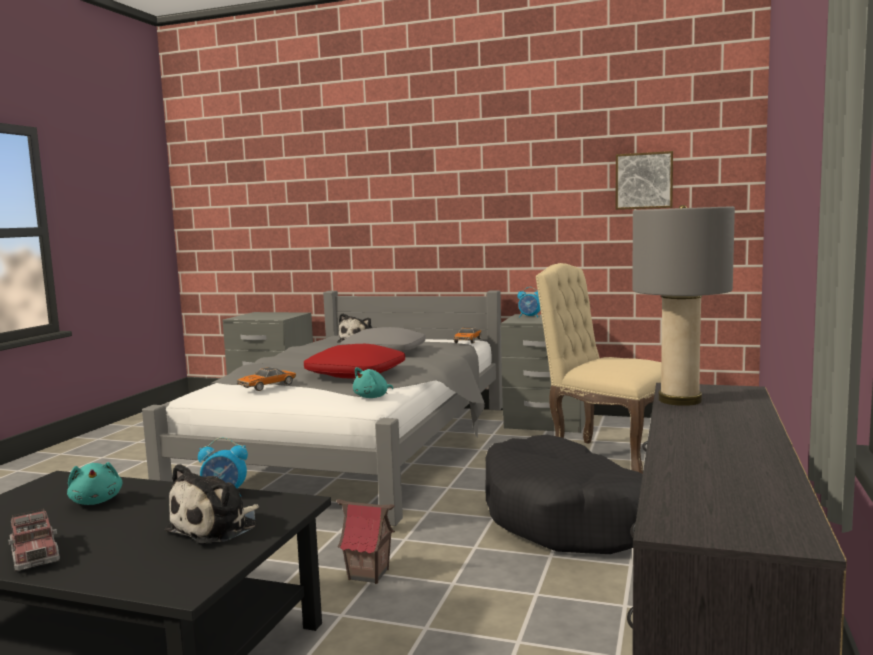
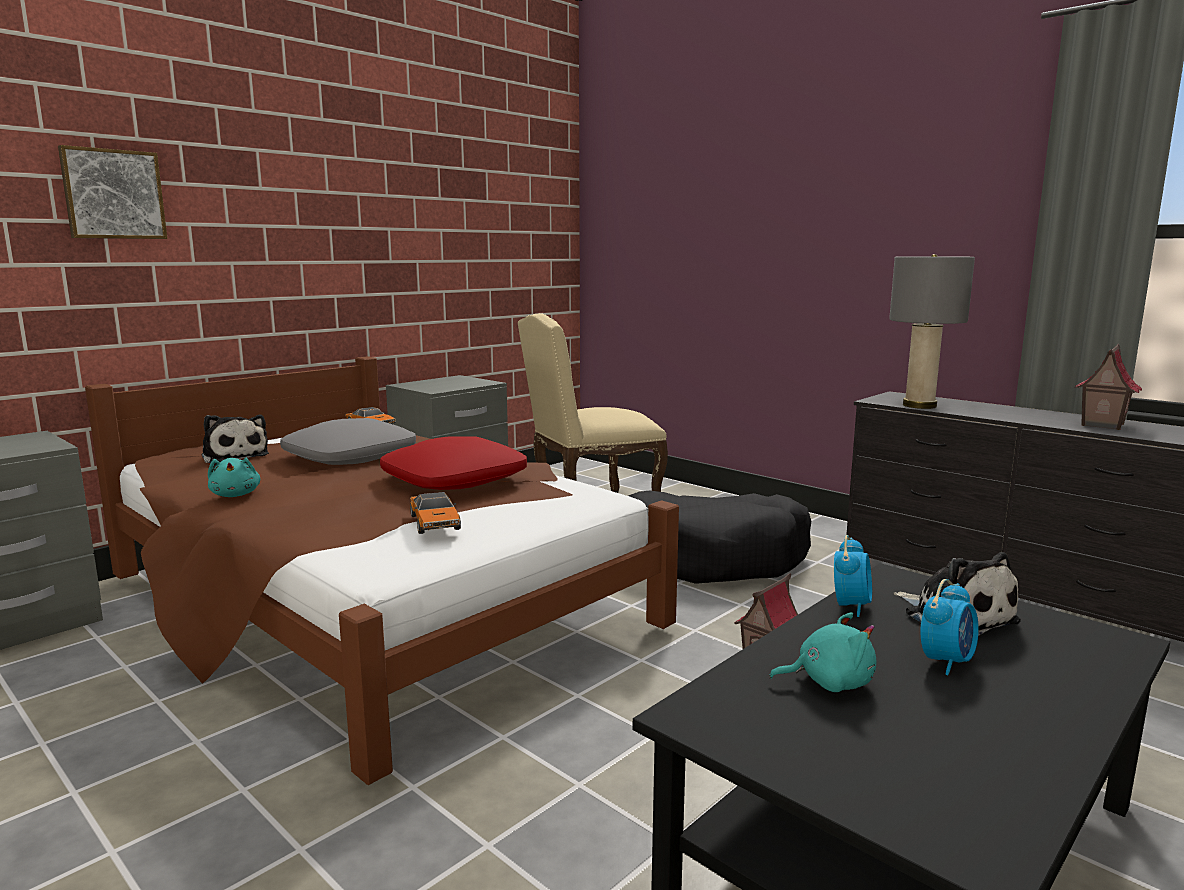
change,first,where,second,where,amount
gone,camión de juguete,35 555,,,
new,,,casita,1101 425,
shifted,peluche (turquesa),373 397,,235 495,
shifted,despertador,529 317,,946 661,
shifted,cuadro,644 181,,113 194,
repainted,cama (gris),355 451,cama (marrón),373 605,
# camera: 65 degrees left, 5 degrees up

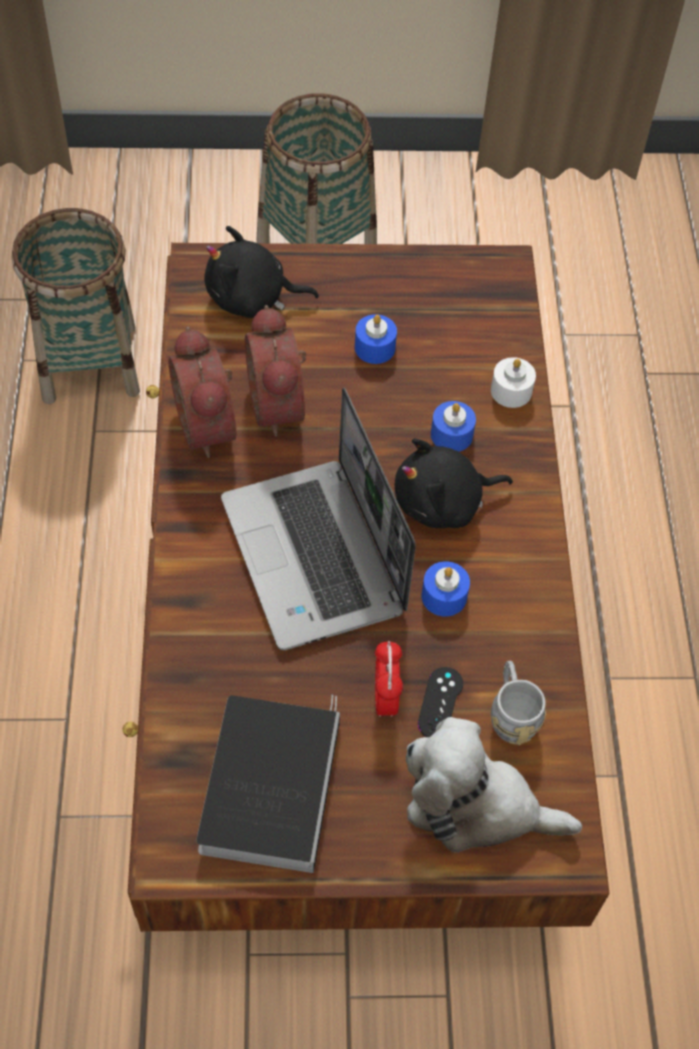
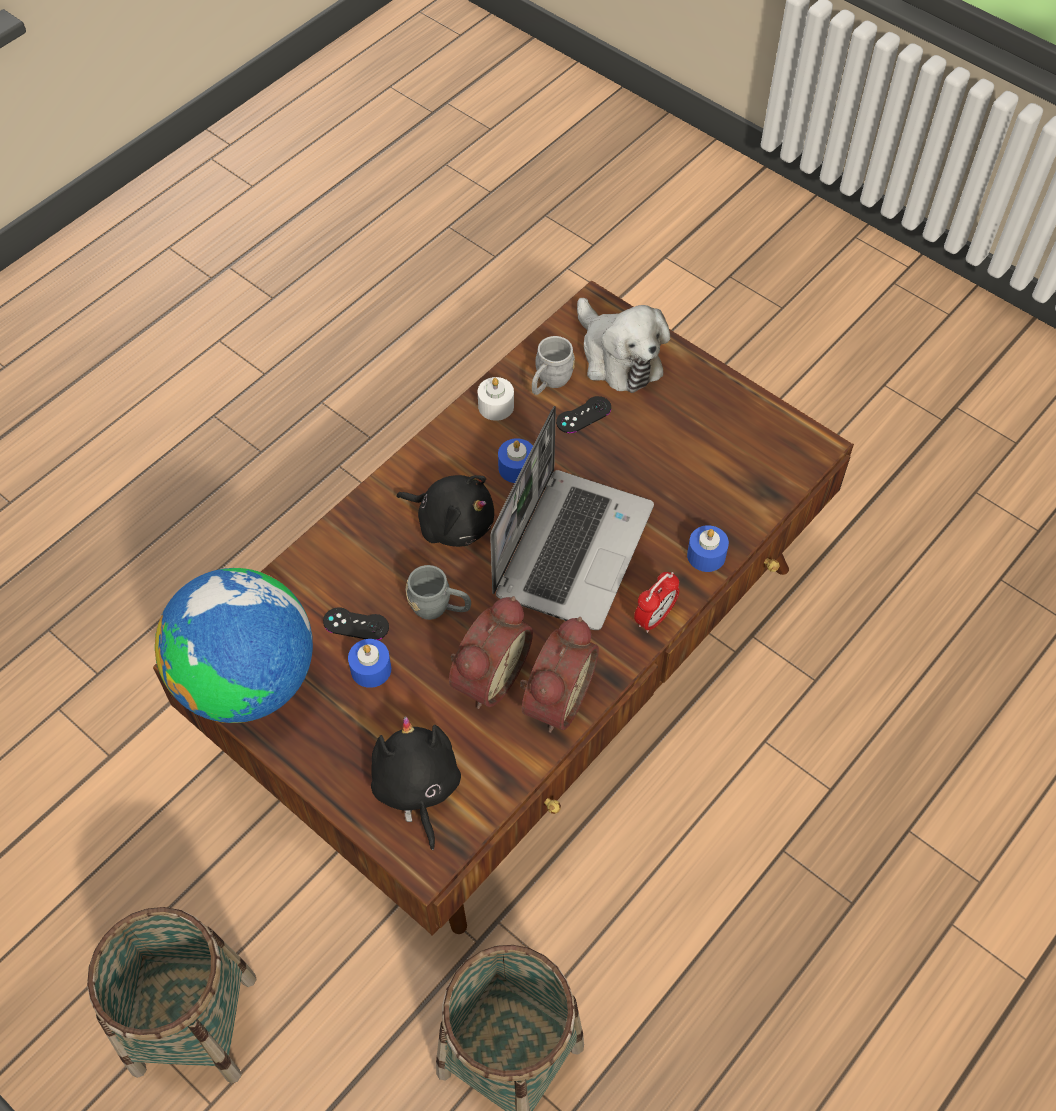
change,first,where,second,where,amount
gone,libro,270 781,,,
new,,,globo terráqueo,248 680,
new,,,mando de consola (negro),356 624,
new,,,taza grande (gris),439 608,
shifted,despertador,385 697,,654 618,
shifted,vela (azul),451 435,,706 555,
shifted,vela (blanco),511 391,,496 406,
rotated,peluche (negro),252 298,,417 788,150 degrees counterclockwise
# camera: 135 degrees left, 0 degrees up

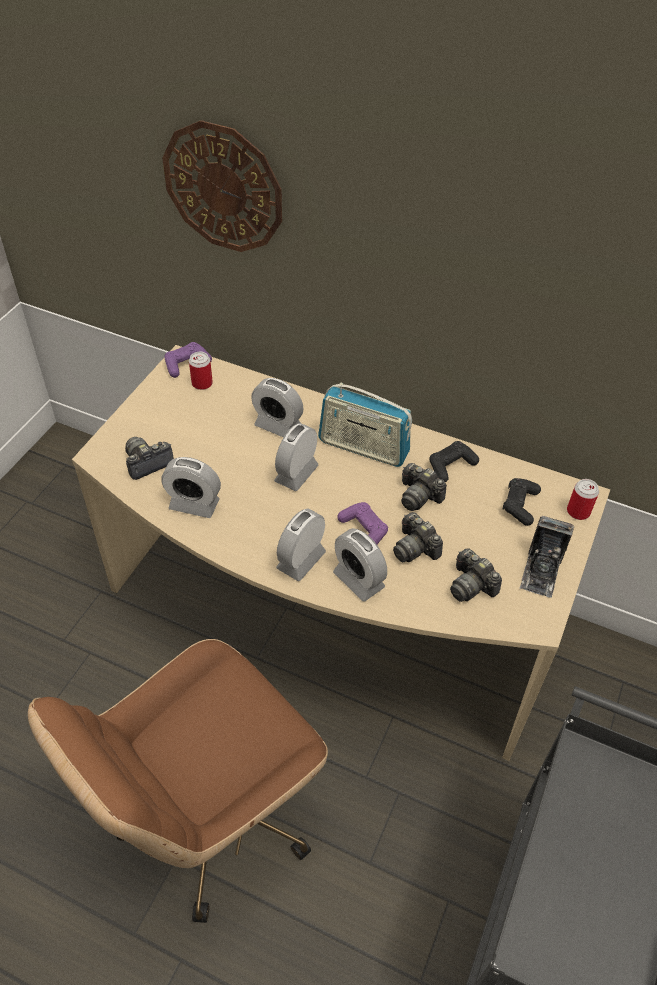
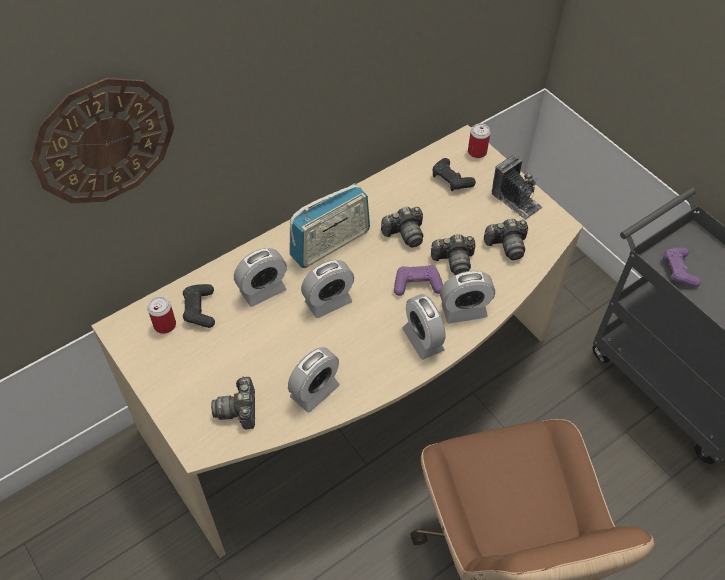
change,first,where,second,where,amount
shifted,mando de consola (morado),186 364,,678 271,
shifted,mando de consola (negro),451 466,,199 309,
rotated,despertador,296 474,,328 302,90 degrees counterclockwise
# camera: 60 degrees left, 5 degrees up

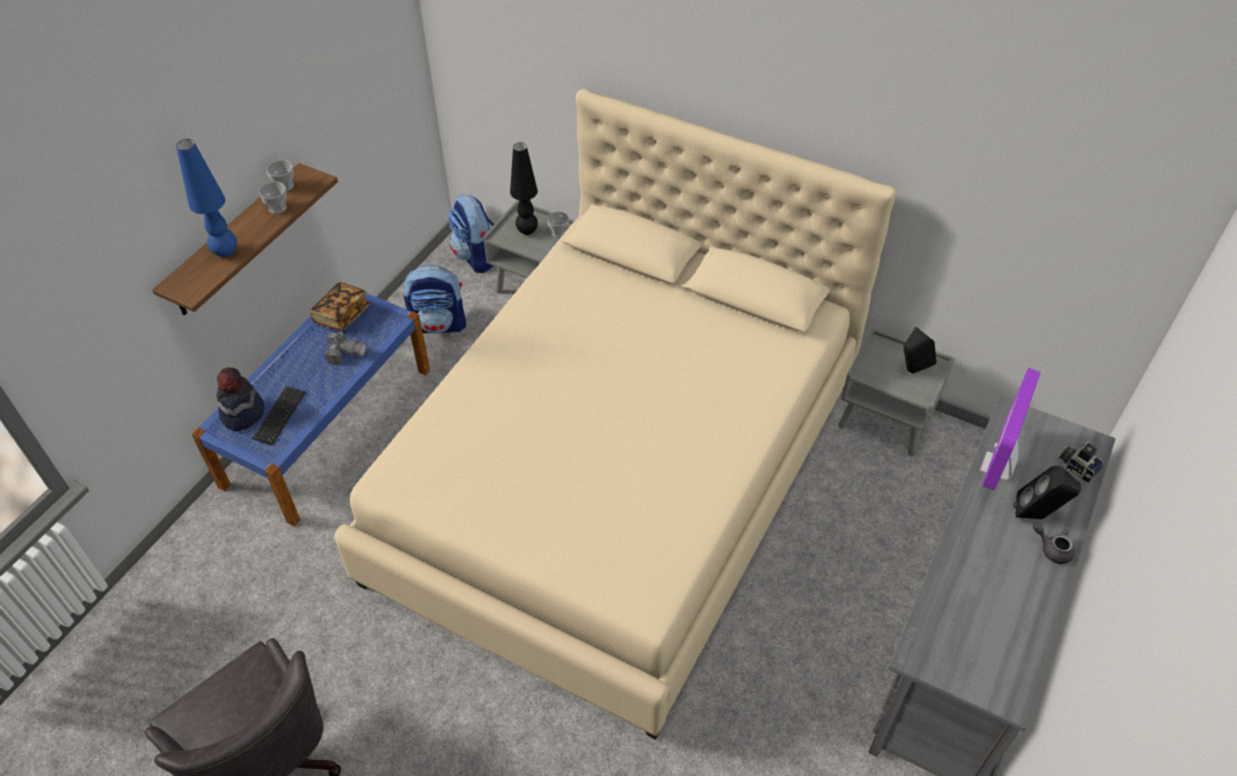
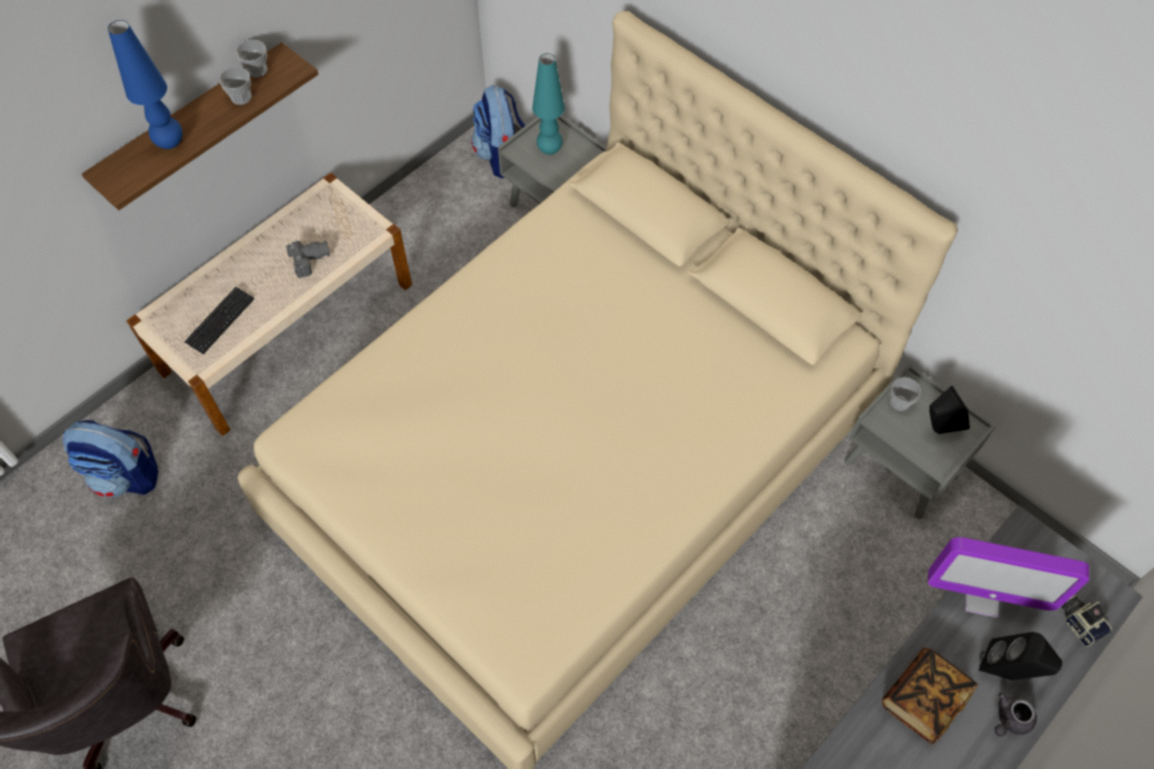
change,first,where,second,where,amount
gone,sombrero,242 413,,,
shifted,libro,342 315,,923 700,
shifted,mochila,439 324,,126 476,
shifted,taza,558 233,,899 402,
repainted,banco (azul),327 425,banco (beis),287 327,
repainted,lámpara de mesa (negro),527 231,lámpara de mesa (turquesa),549 150,
rotated,cámara,345 353,,308 260,45 degrees counterclockwise
rotated,monitor,997 467,,982 597,120 degrees counterclockwise
rotated,tetera (gris),1052 548,,1010 720,90 degrees counterclockwise
# camera: 15 degrees right, 10 degrees up

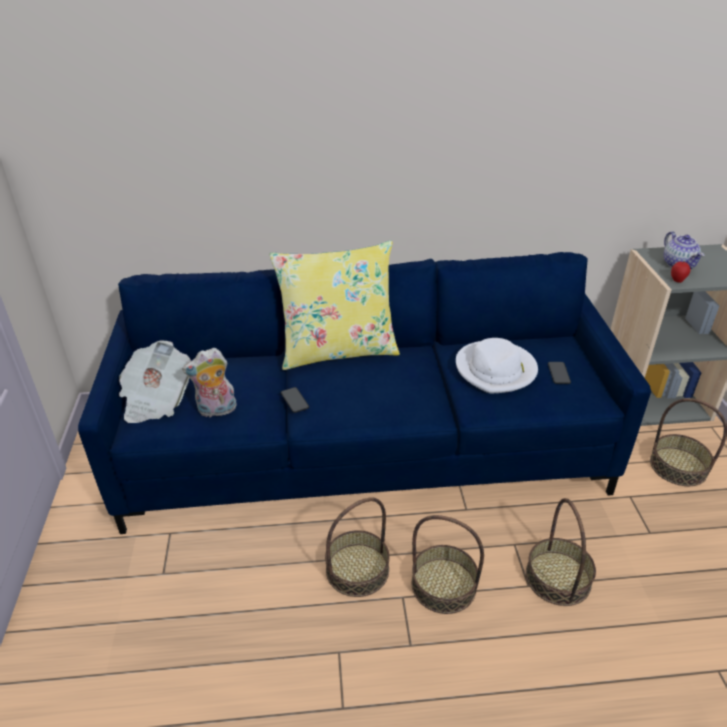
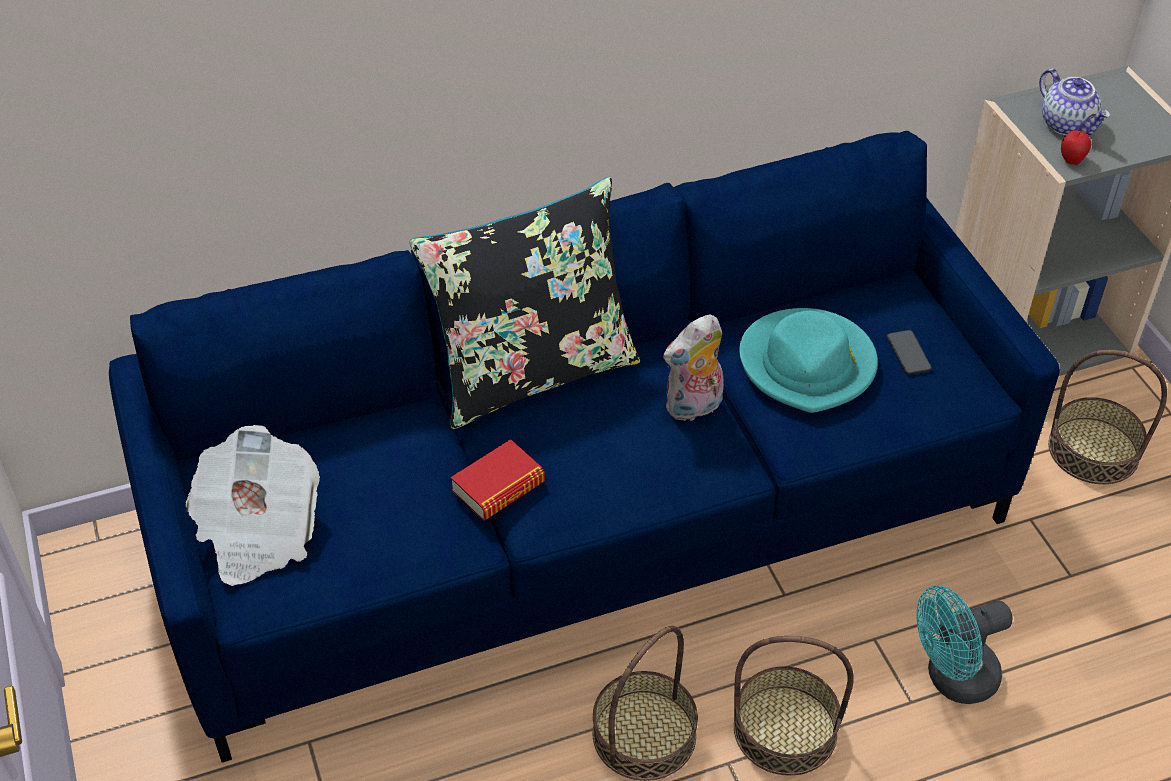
change,first,where,second,where,amount
shifted,peluche,216 411,,694 408,
swapped,móvil,294 400,libro,498 487,
swapped,cesta,558 578,ventilador (turquesa),952 679,
repainted,cojín (amarillo),338 350,cojín (negro),533 372,
repainted,sombrero (blanco),496 370,sombrero (turquesa),808 364,
# camera: 15 degrees left, 10 degrees up

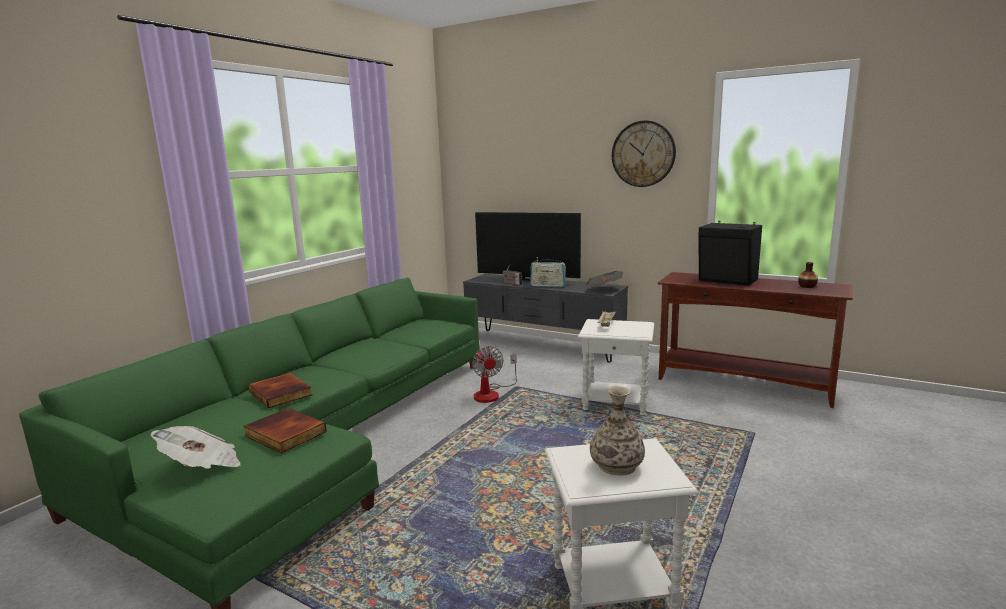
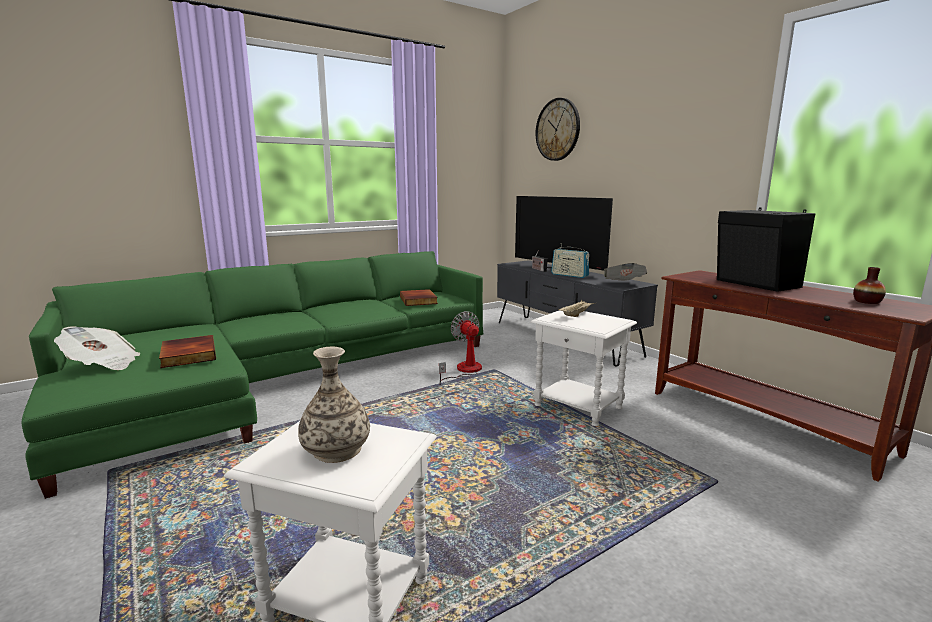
change,first,where,second,where,amount
shifted,libro,282 393,,419 300,
shifted,reloj de pared,643 154,,557 129,
rotated,ventilador,491 393,,464 371,150 degrees clockwise
# camera: 25 degrees right, 0 degrees up

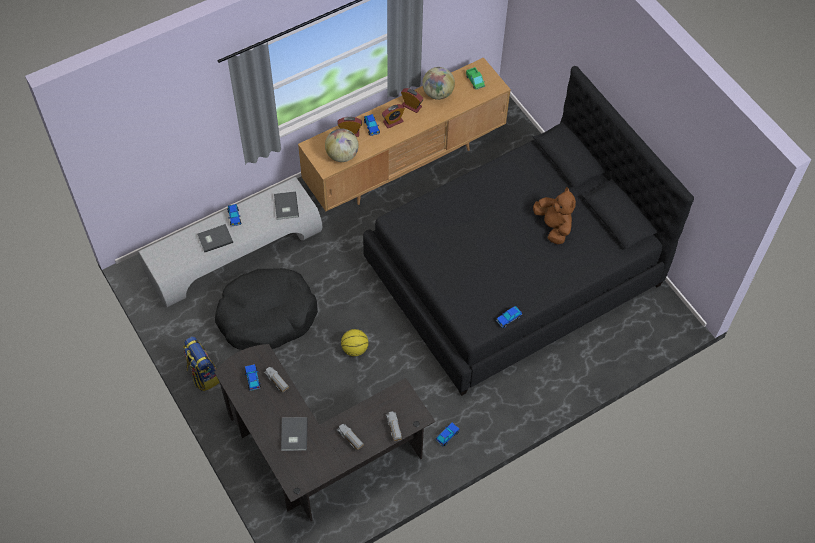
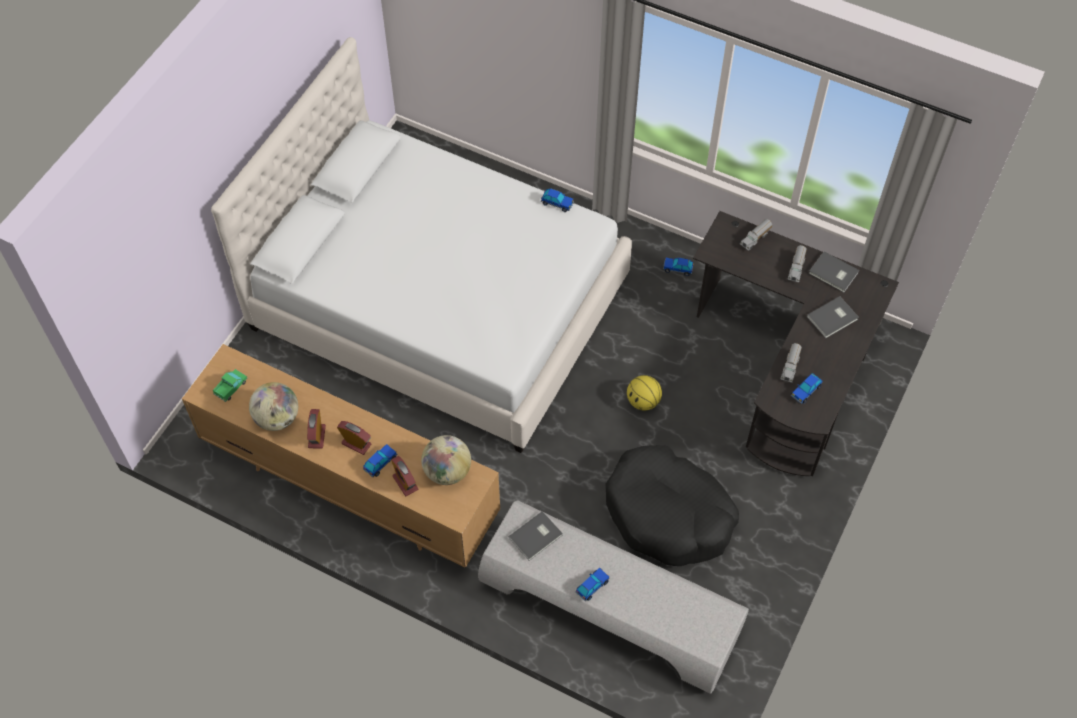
change,first,where,second,where,amount
gone,mochila,203 374,,,
gone,peluche (marrón),553 226,,,
shifted,libro (gris),214 238,,833 274,
repainted,cama (negro),513 272,cama (blanco),439 303,
# camera: 120 degrees left, 0 degrees up

